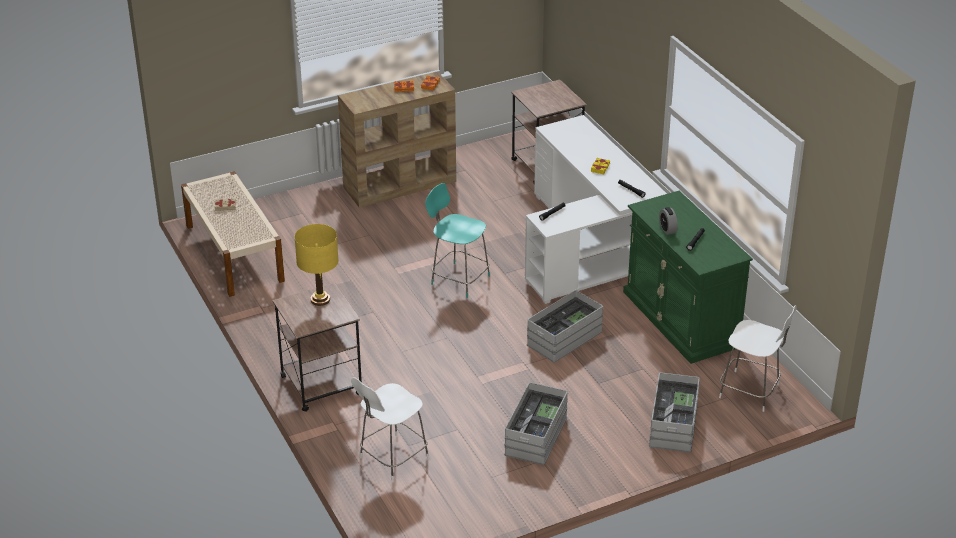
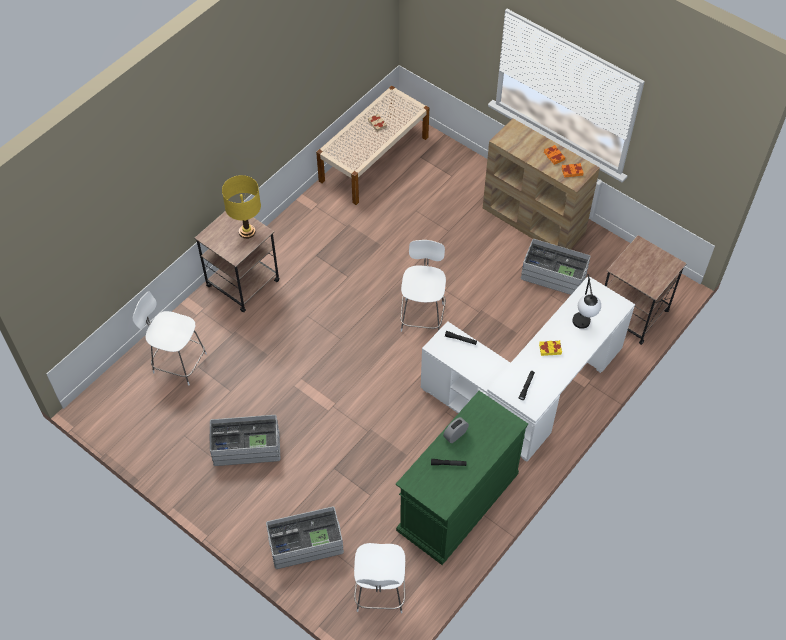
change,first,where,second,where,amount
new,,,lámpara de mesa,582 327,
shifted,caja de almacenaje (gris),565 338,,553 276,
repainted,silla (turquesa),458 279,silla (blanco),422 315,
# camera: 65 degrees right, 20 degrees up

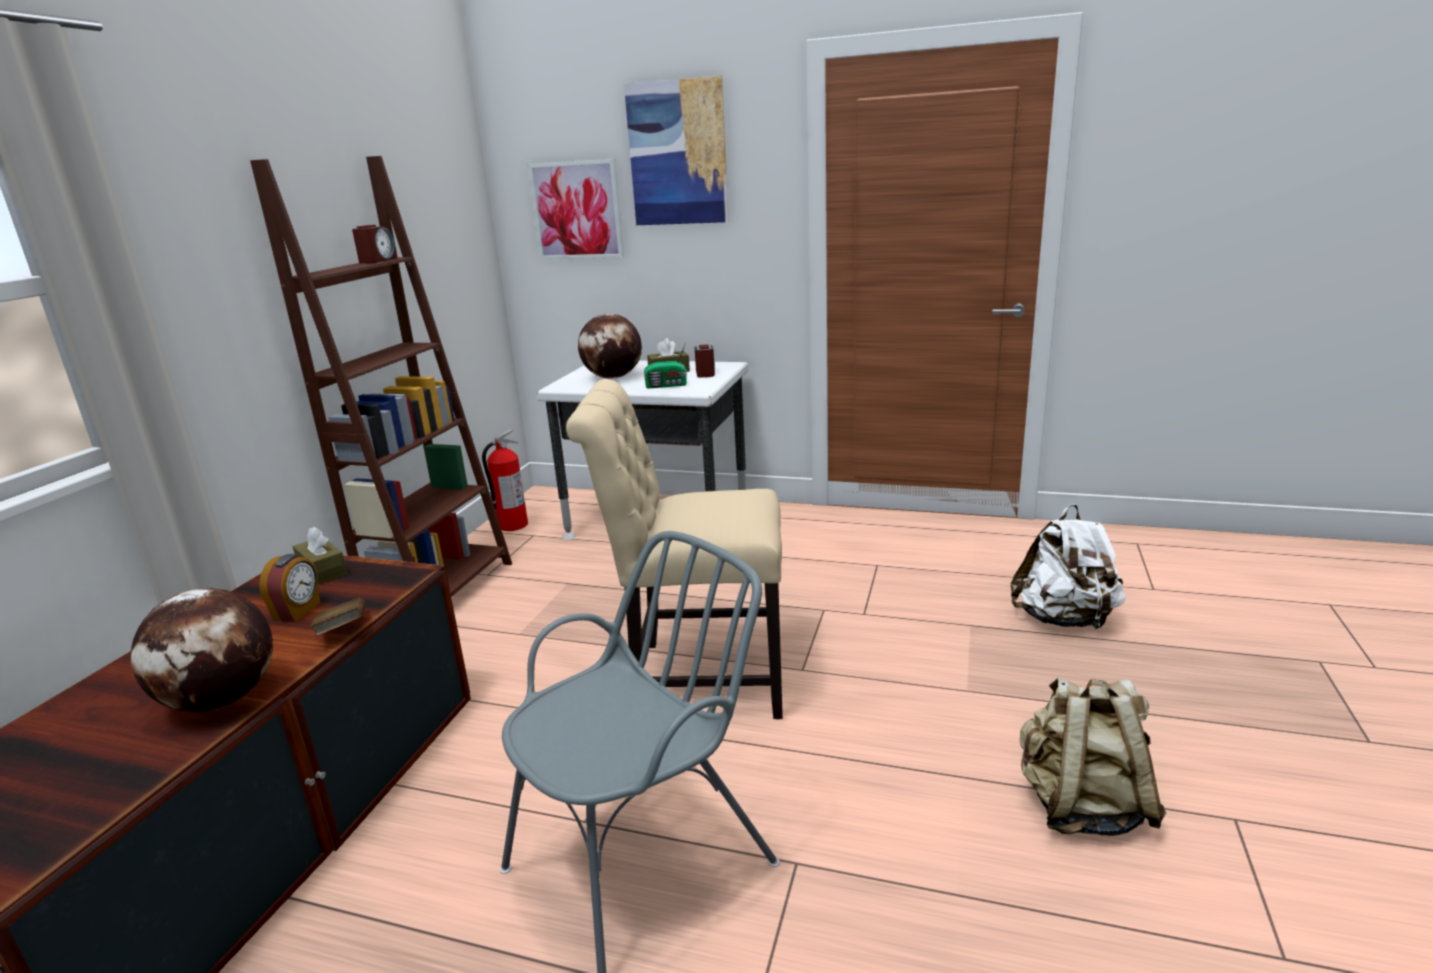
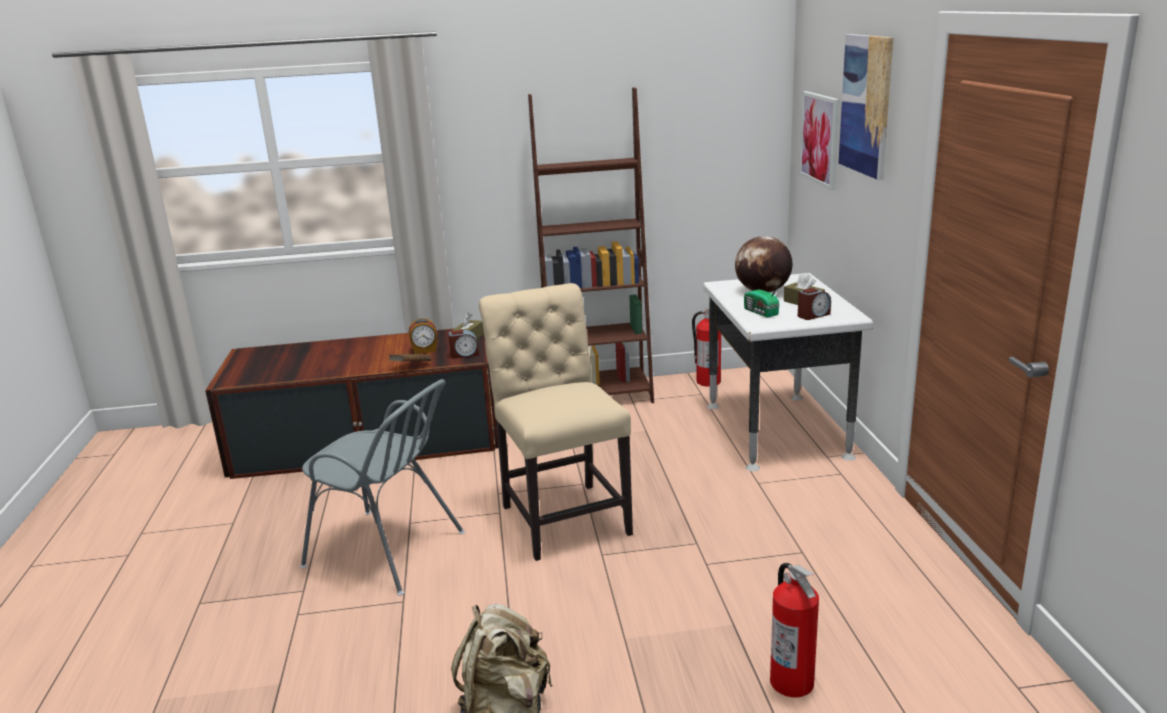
change,first,where,second,where,amount
gone,globo terráqueo,222 700,,,
shifted,despertador,377 260,,464 354,
swapped,mochila (blanco),1064 619,extintor,792 682,
# camera: 65 degrees right, 0 degrees up

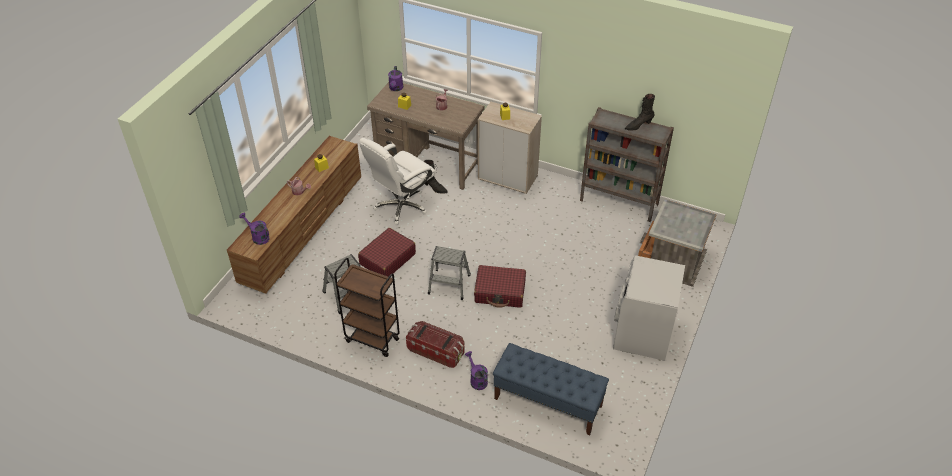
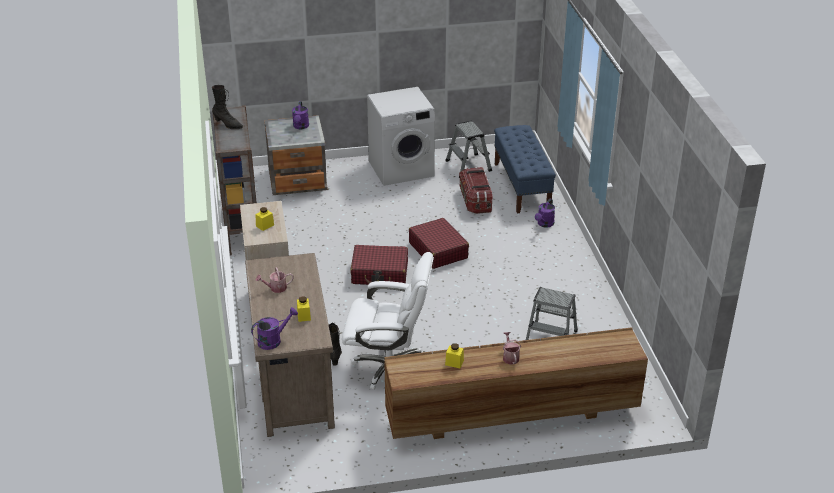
change,first,where,second,where,amount
gone,carrito (marrón),371 341,,,
shifted,regadera (morado),258 237,,300 127,
shifted,maleta (rojo),387 259,,380 273,
shifted,caja de almacenaje,436 351,,475 200,
shifted,escalera de tijera (gris),449 284,,468 166,
# camera: 125 degrees left, 10 degrees down

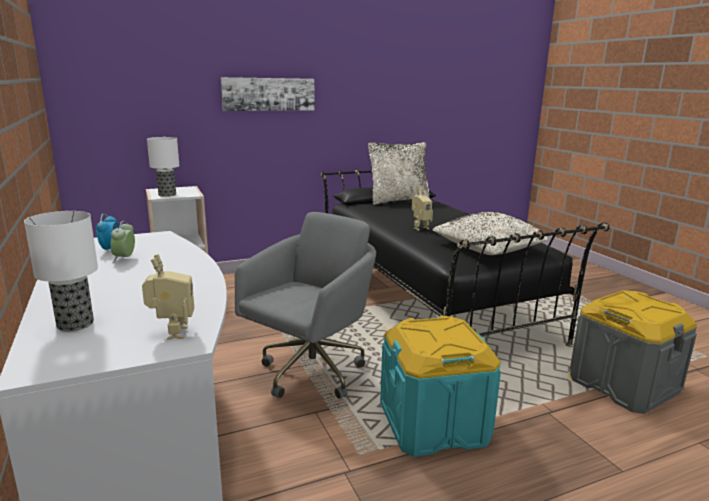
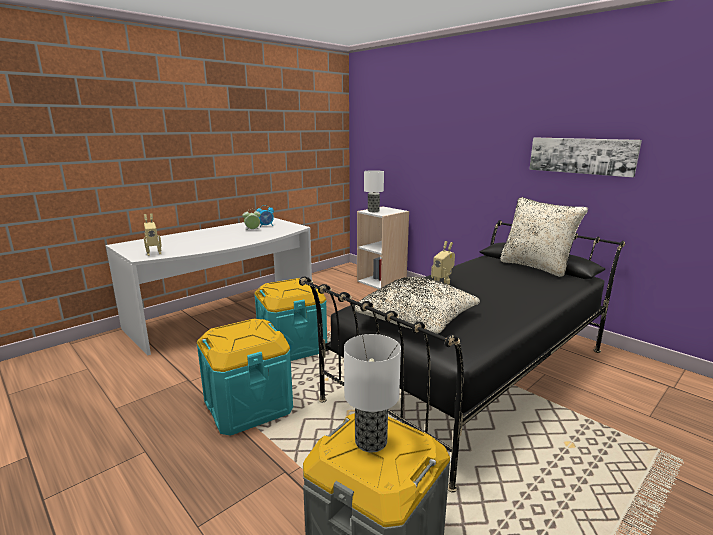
change,first,where,second,where,amount
shifted,lámpara de mesa,75 324,,370 442,
shifted,cuadro,268 94,,581 155,
swapped,silla de oficina (gris),309 376,caja de almacenaje (turquesa),292 346,
# camera: 70 degrees right, 0 degrees up

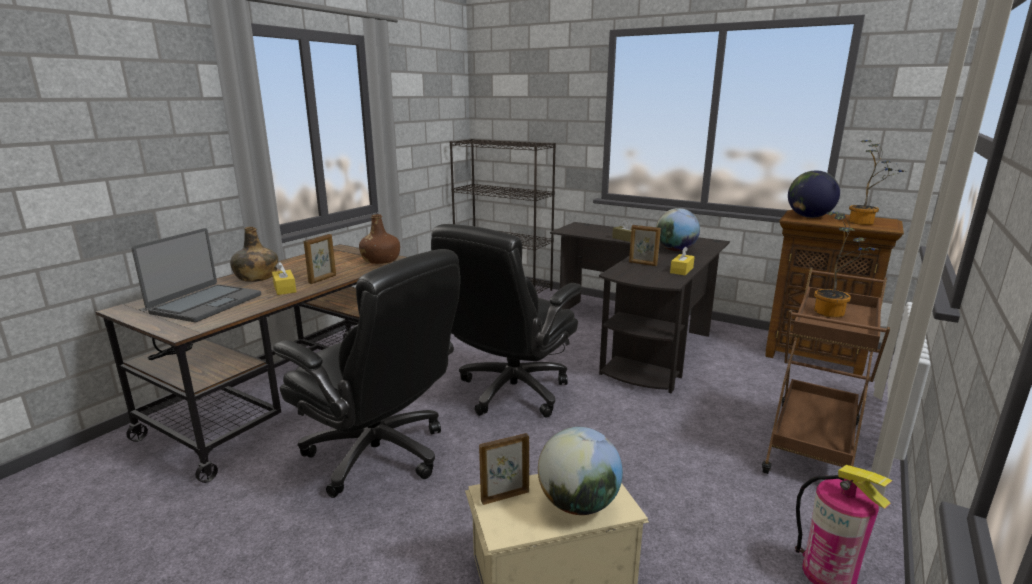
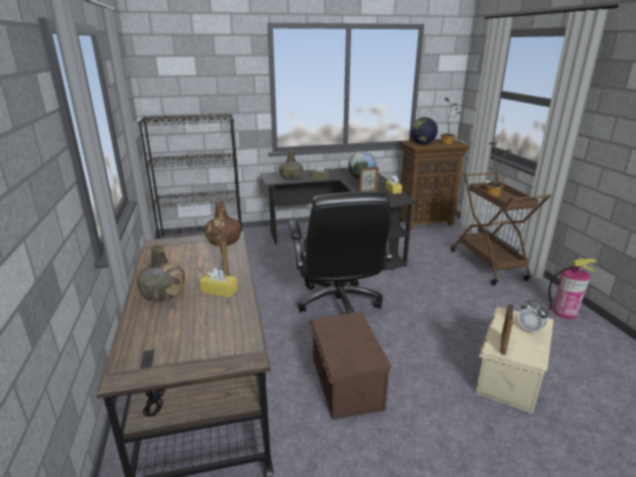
change,first,where,second,where,amount
gone,portátil,206 304,,,
new,,,botella (verde),291 178,
swapped,silla de oficina (negro),380 457,caja de almacenaje (marrón),345 383,
swapped,globo terráqueo,578 504,despertador,529 329,
# camera: 45 degrees left, 5 degrees up

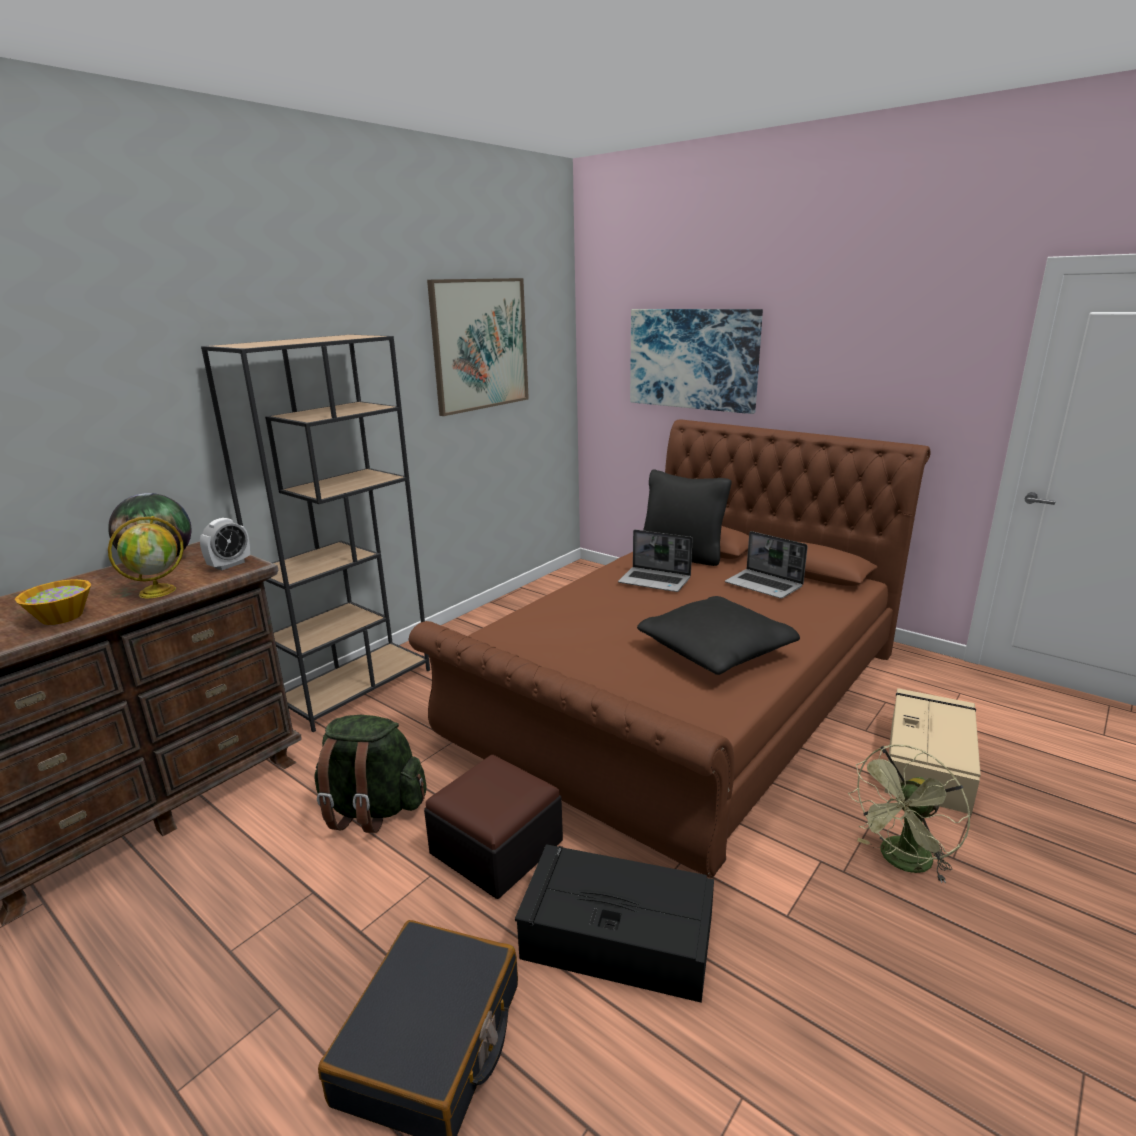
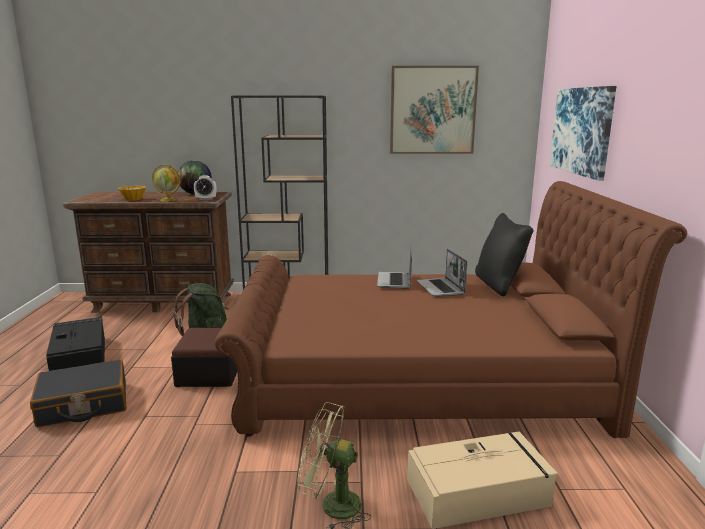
change,first,where,second,where,amount
gone,cojín (negro),716 651,,,
shifted,caja de almacenaje (negro),614 936,,80 357,
shifted,portátil,764 585,,395 281,
# camera: 50 degrees right, 5 degrees down

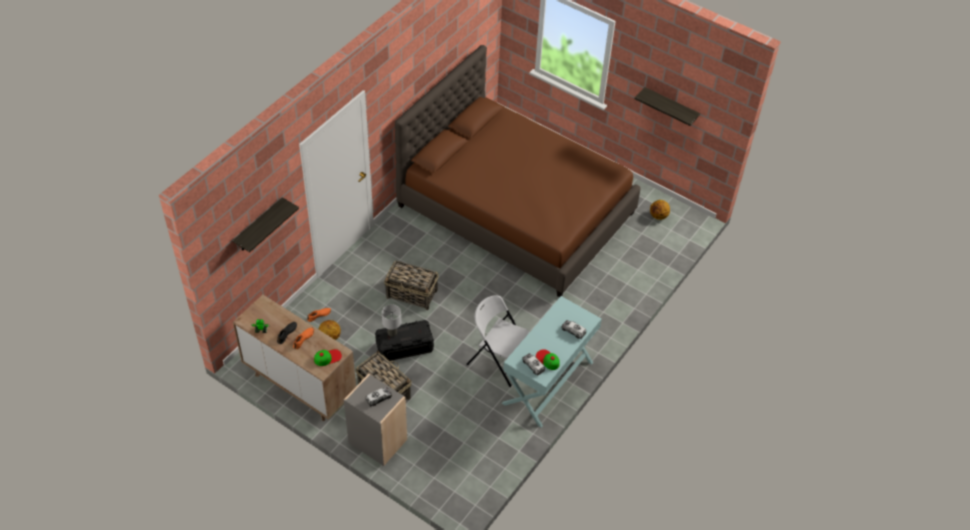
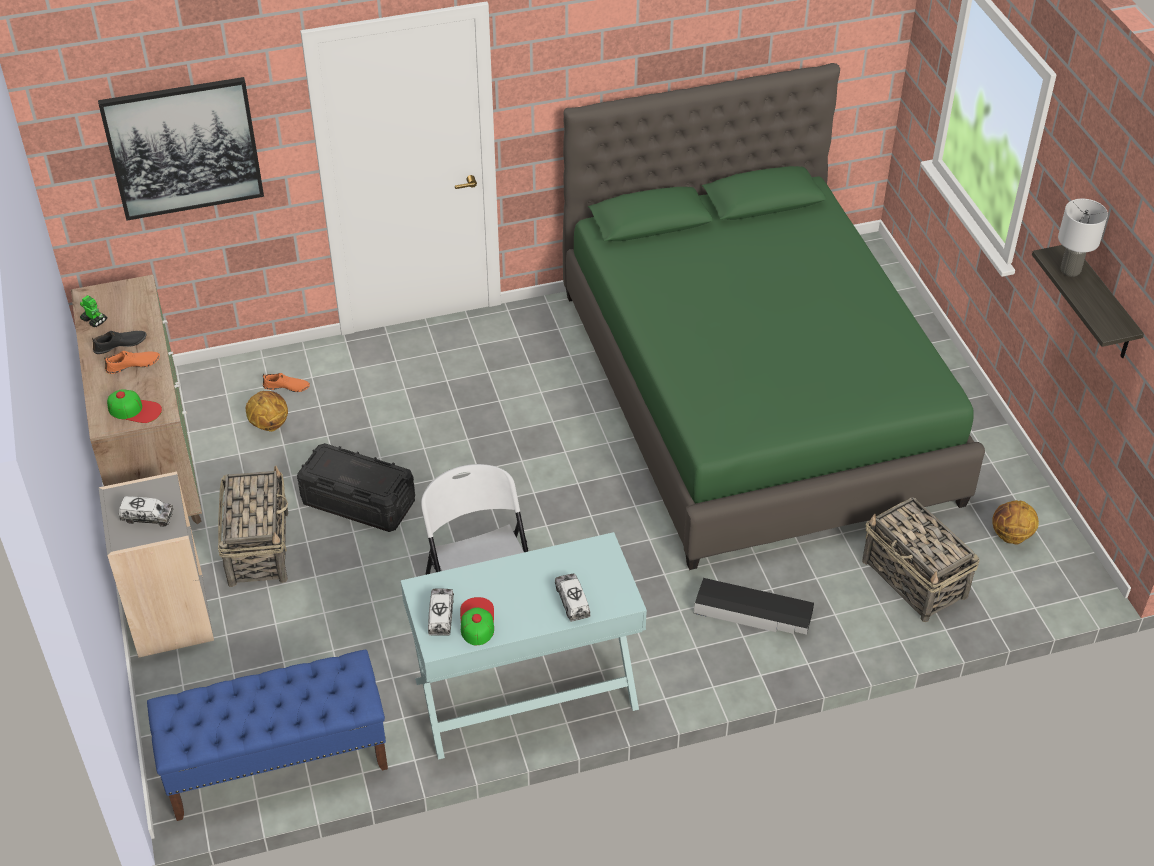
change,first,where,second,where,amount
new,,,banco (azul),276 763,
new,,,caja de almacenaje (negro),753 613,
shifted,lámpara de mesa (blanco),392 333,,1070 270,
shifted,cesta,412 294,,915 580,
swapped,estante,259 226,cuadro,183 148,
repainted,cama (marrón),516 209,cama (verde),754 394,
# camera: 40 degrees right, 5 degrees down

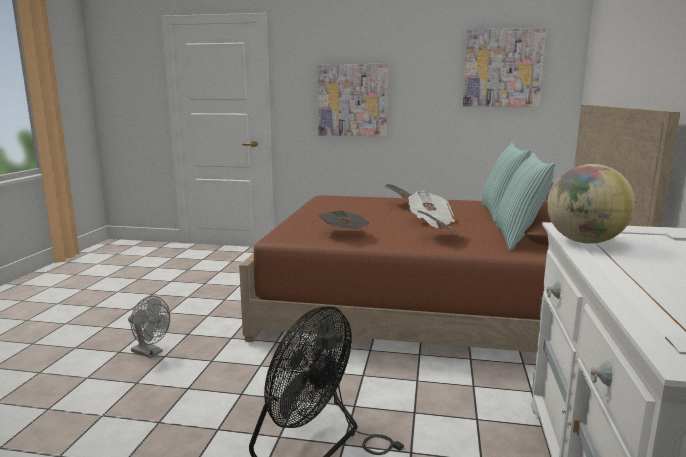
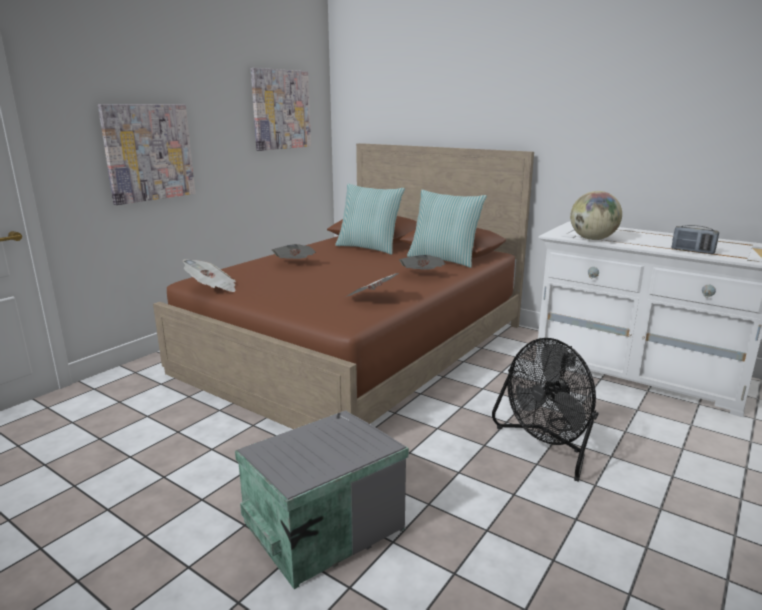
change,first,where,second,where,amount
new,,,radio,692 251,
shifted,periódico,430 221,,212 289,
swapped,ventilador (gris),151 353,caja de almacenaje (gris),321 525,
# camera: 65 degrees left, 5 degrees up

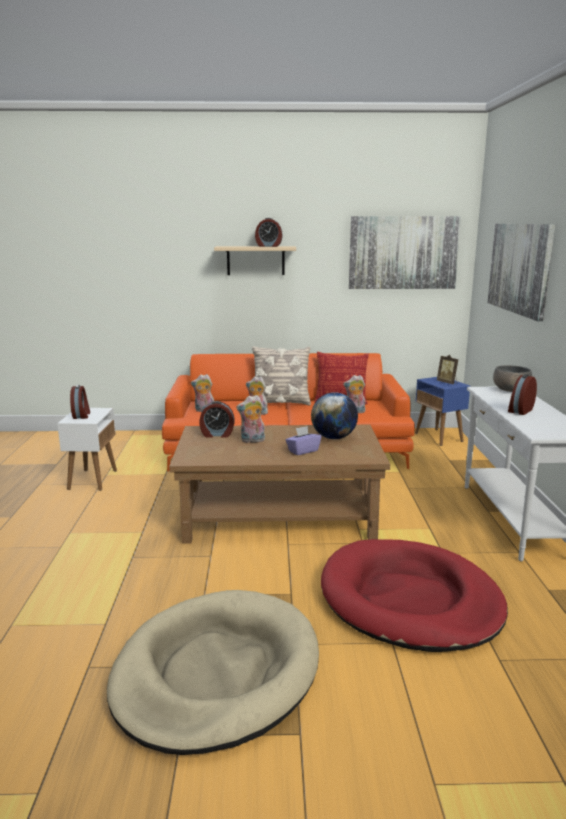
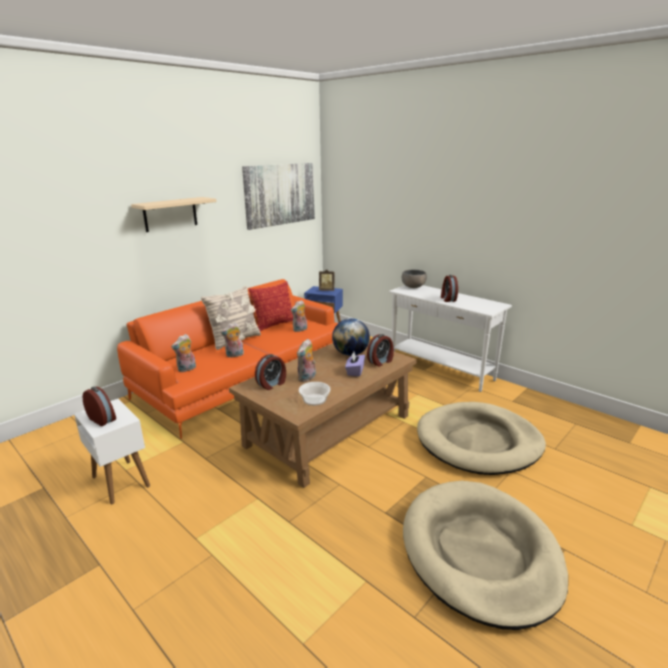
change,first,where,second,where,amount
gone,cuadro,519 268,,,
new,,,cuenco,314 399,
shifted,despertador,268 246,,381 362,
repainted,cama para perro (rojo),409 600,cama para perro (beis),478 442,
# camera: 45 degrees left, 5 degrees up

